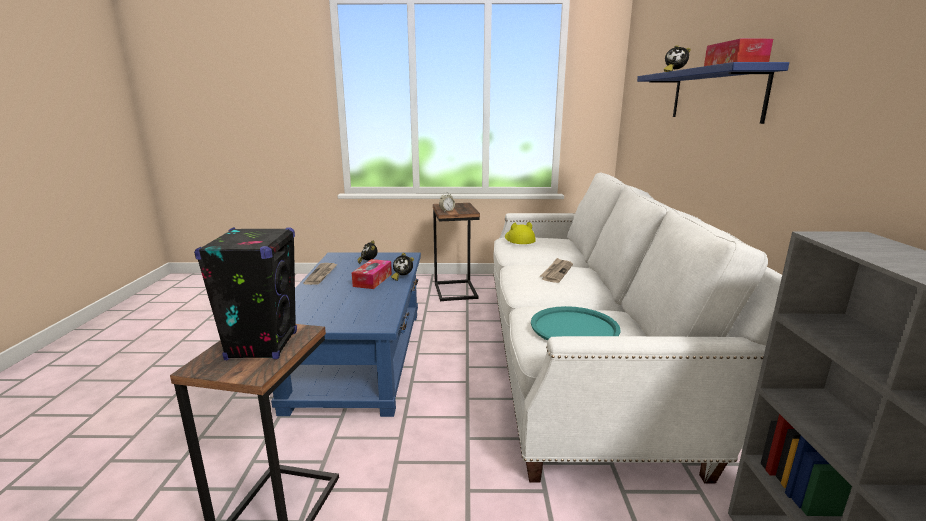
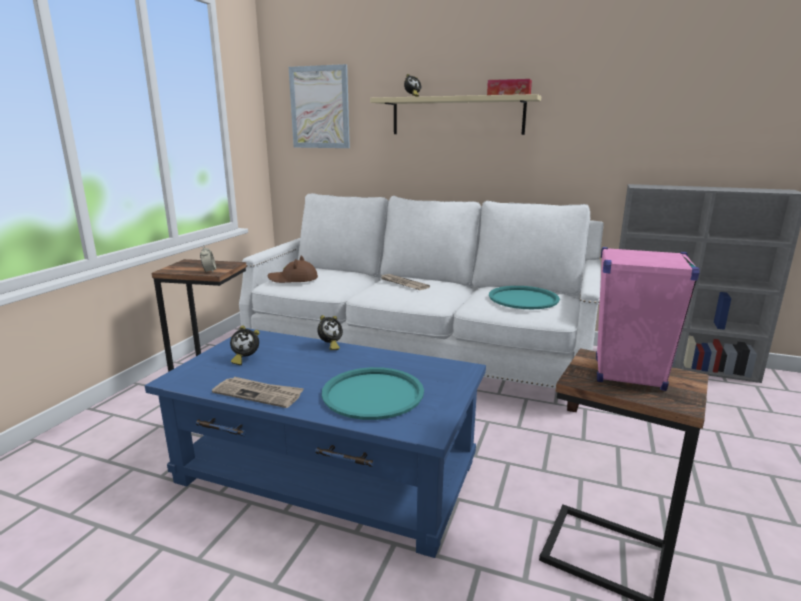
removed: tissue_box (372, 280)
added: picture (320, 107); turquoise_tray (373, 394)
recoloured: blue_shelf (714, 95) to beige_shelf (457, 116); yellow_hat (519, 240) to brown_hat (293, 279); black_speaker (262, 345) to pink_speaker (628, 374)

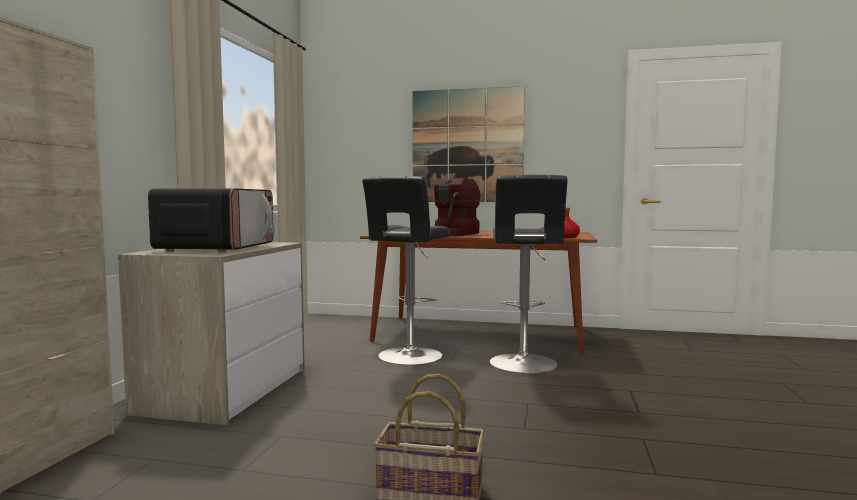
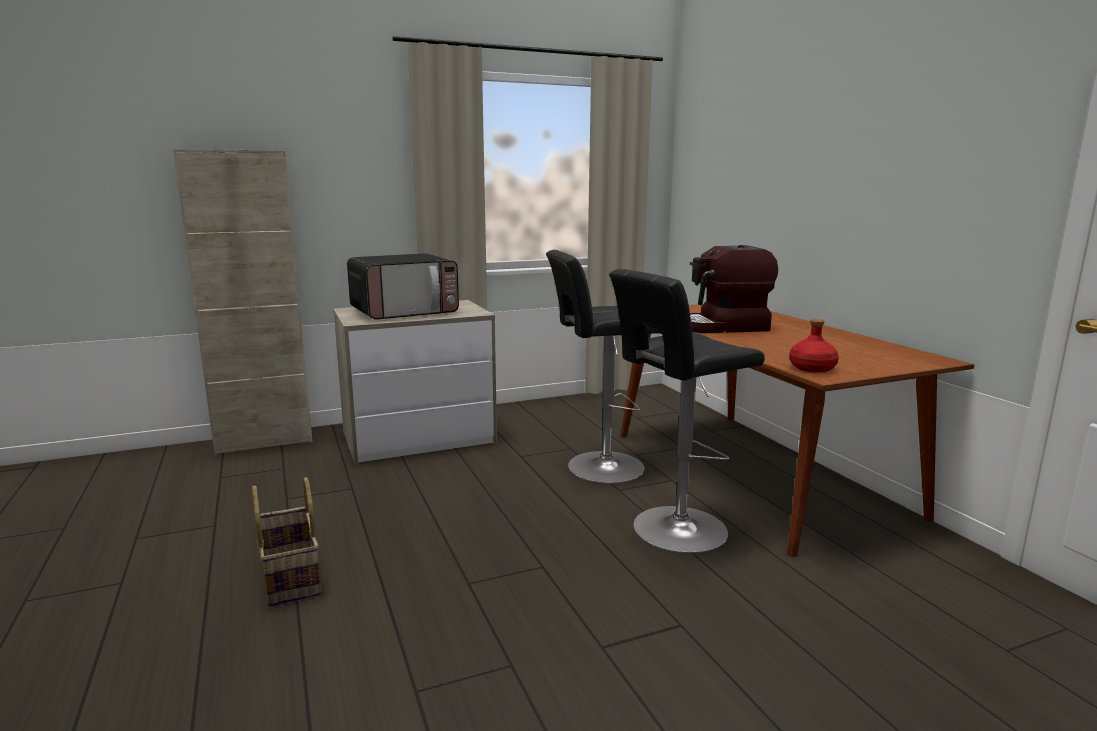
removed: picture (467, 146)

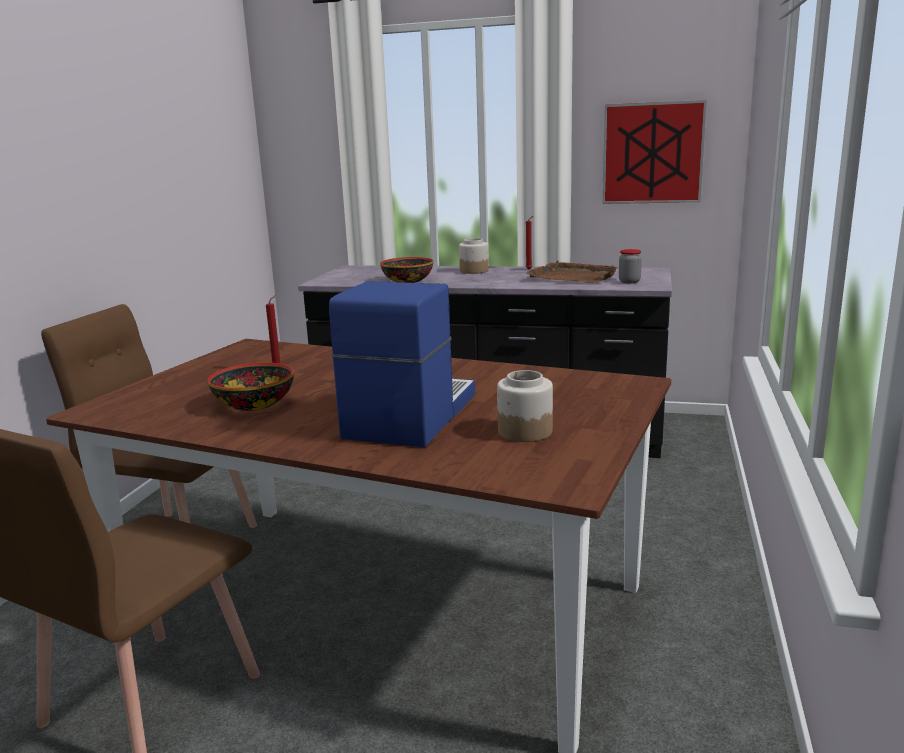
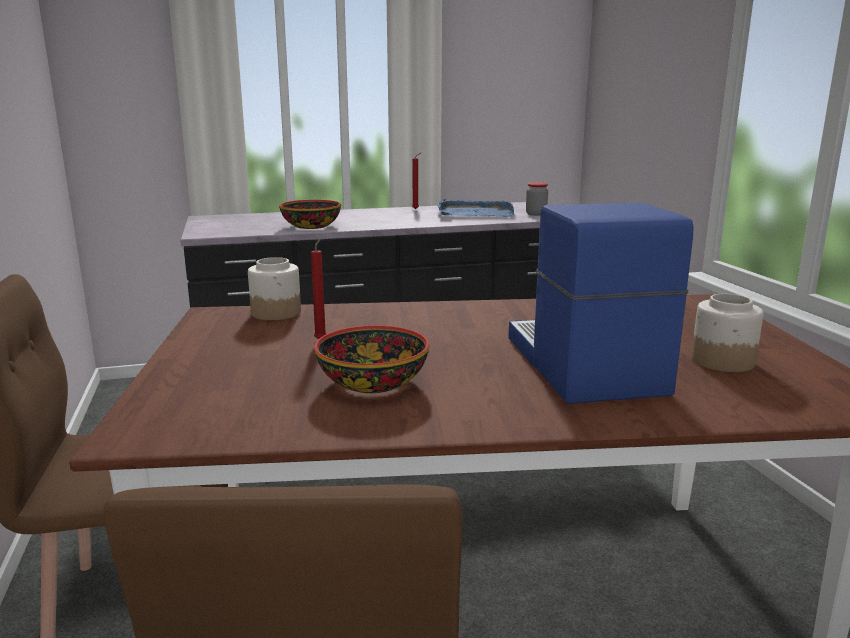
removed: picture (652, 153)
moved: jar (474, 271) to (276, 313)
recoloured: brown_tray (572, 277) to blue_tray (474, 213)

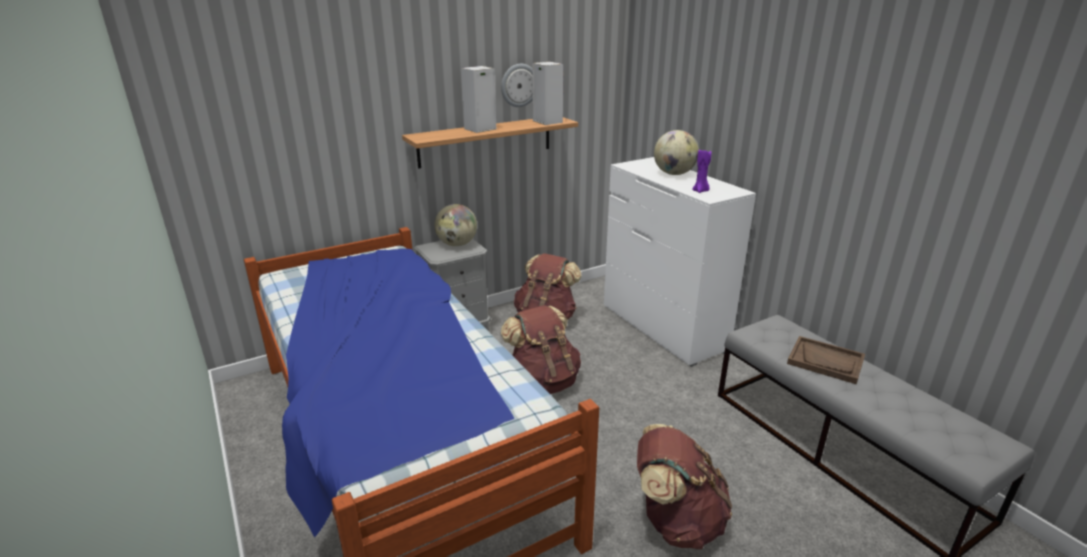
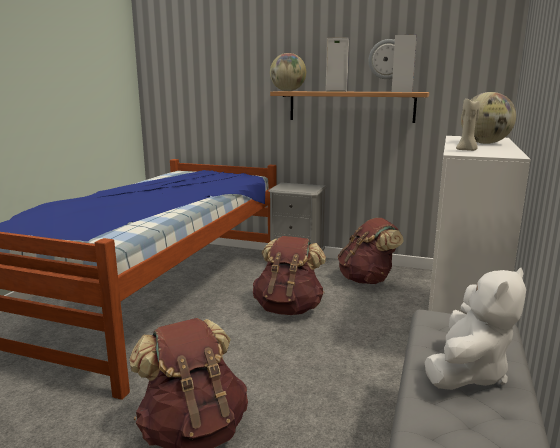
moved: globe (457, 244) to (287, 91)
replaced: brown_tray (825, 361) to white_plush_toy (467, 372)
recoloured: purple_candle (700, 191) to beige_candle (466, 150)

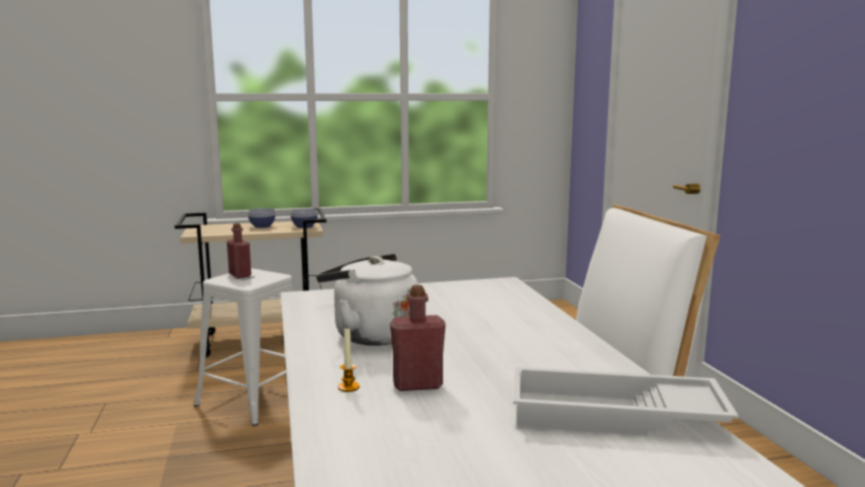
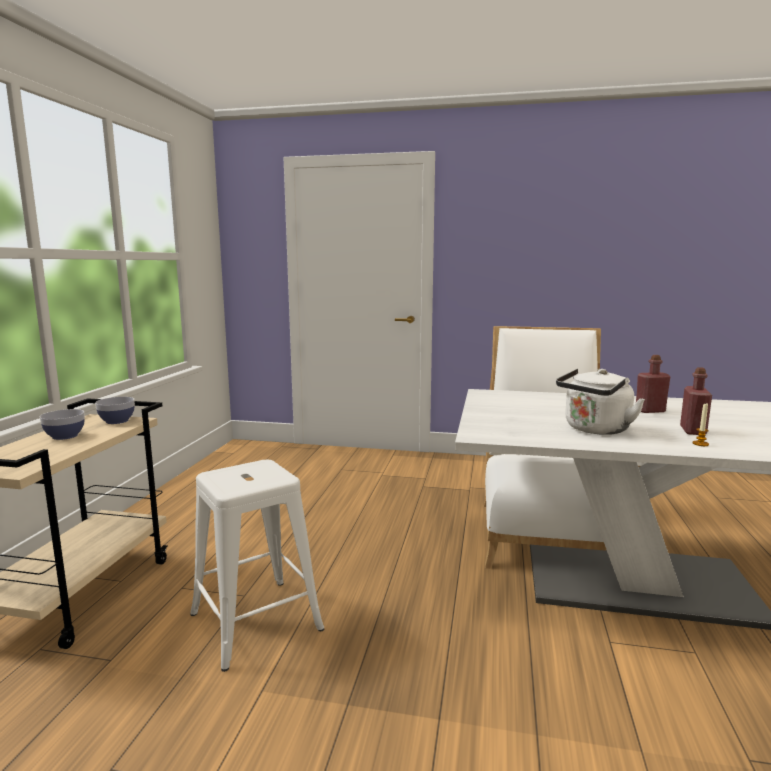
removed: white_tray (614, 416)
moved: red_bottle (240, 275) to (650, 410)

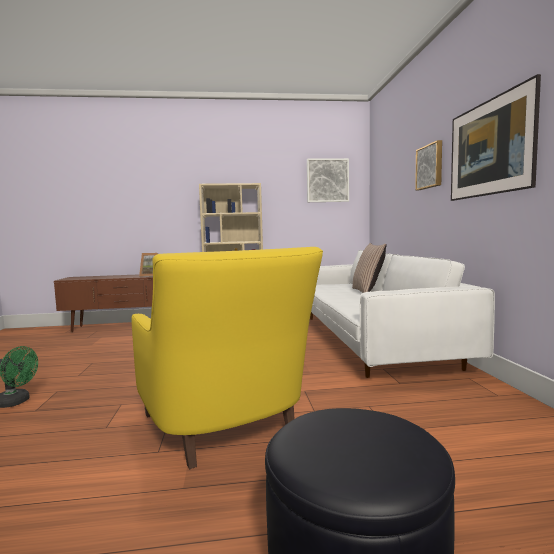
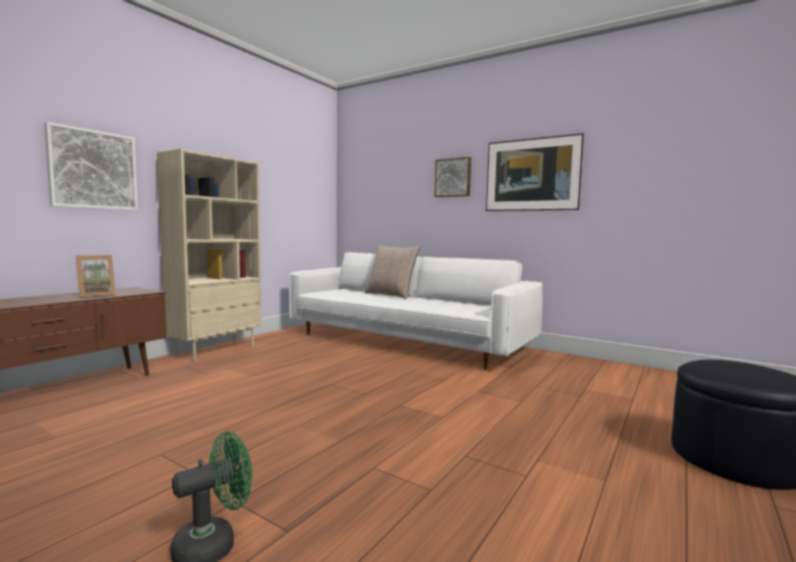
removed: yellow_armchair (227, 429)
moved: picture (327, 180) to (93, 170)

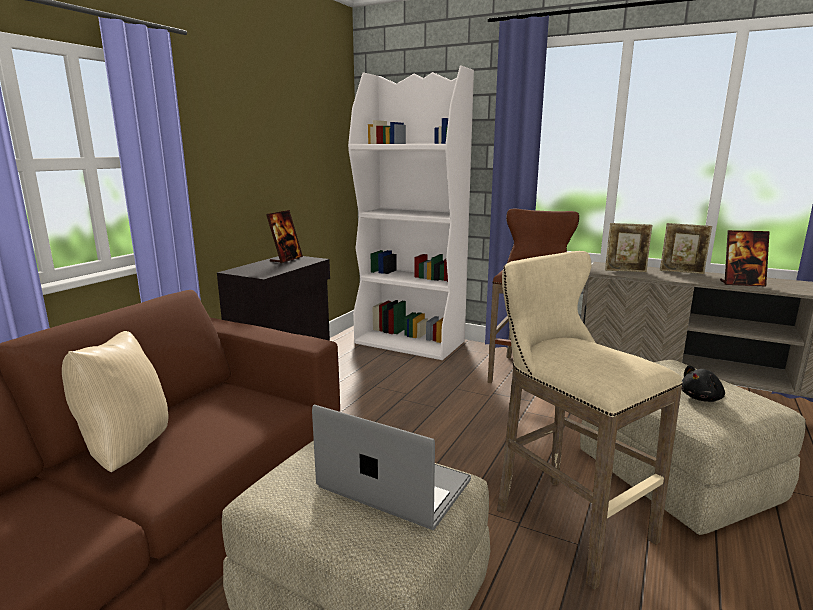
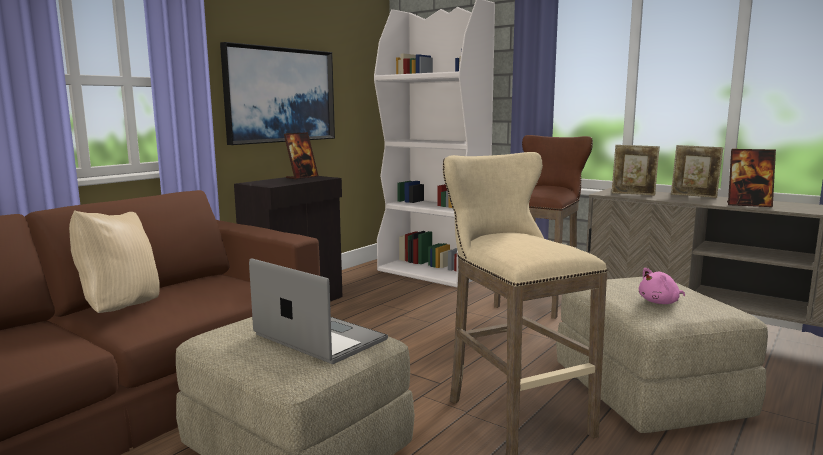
added: picture (280, 95)
recoloured: black_plush_toy (702, 398) to pink_plush_toy (660, 302)

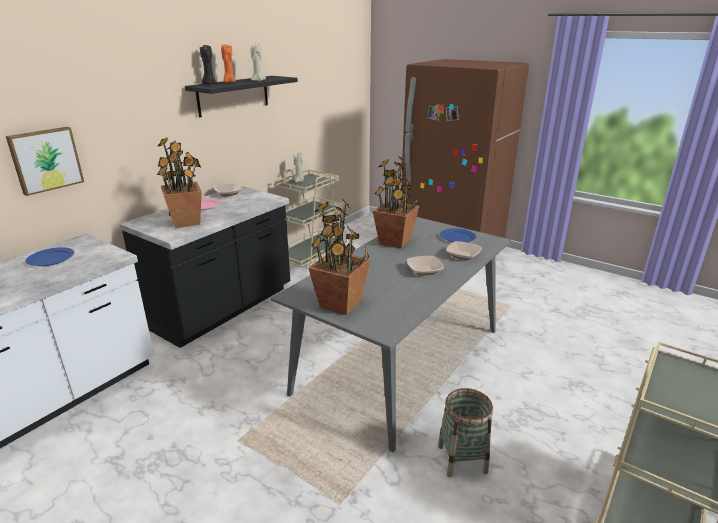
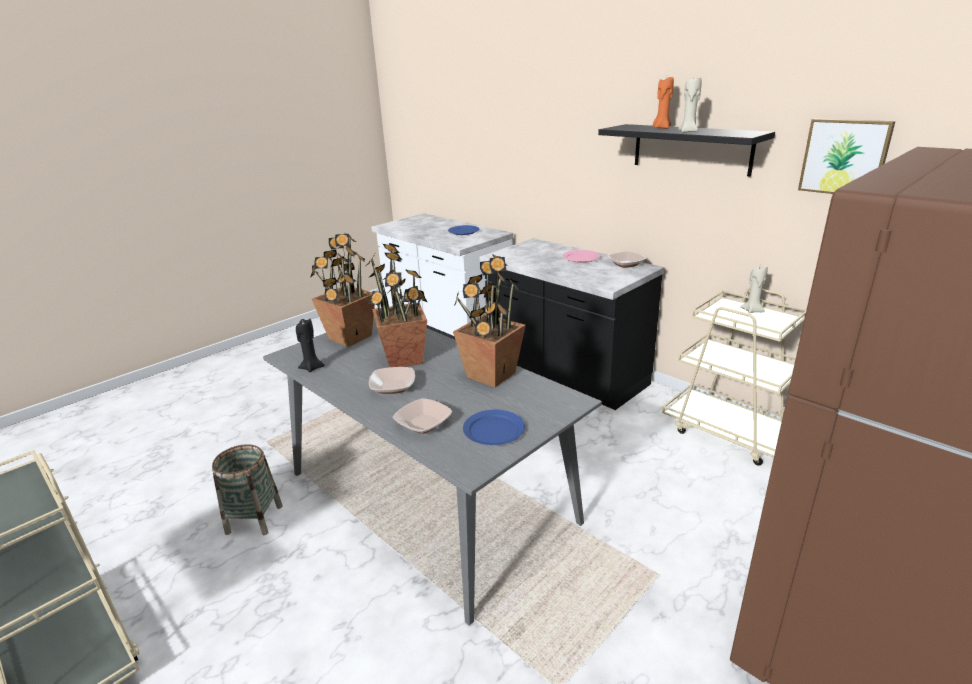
moved: black_candle (209, 84) to (312, 368); picture (45, 160) to (845, 157); potted_plant (186, 222) to (404, 359)

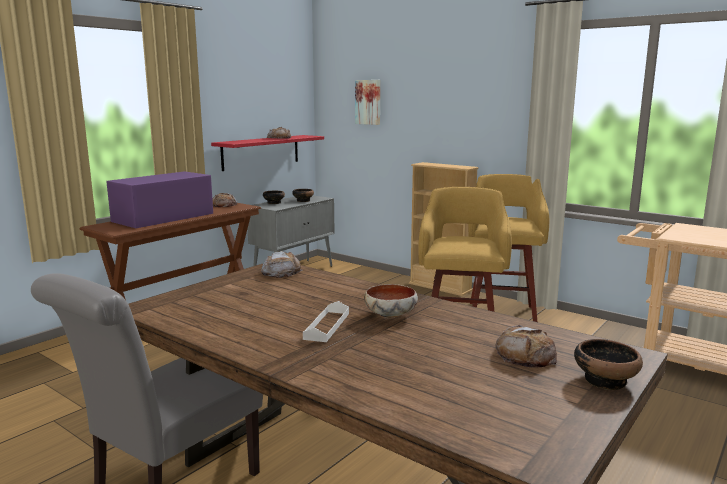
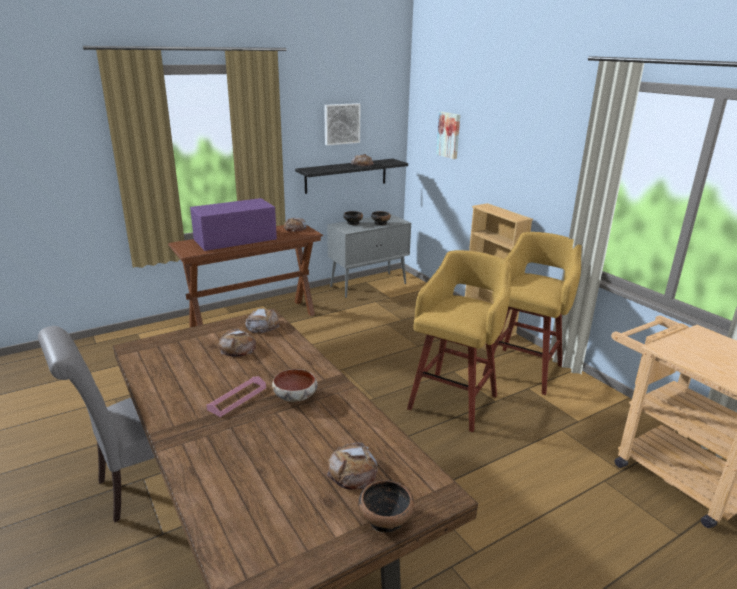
added: picture (341, 124); bread (238, 348)
recoloured: red_shelf (261, 152) to black_shelf (346, 175); white_tray (327, 326) to pink_tray (237, 398)

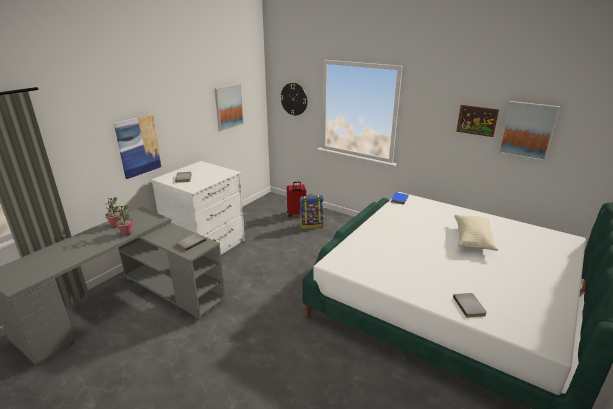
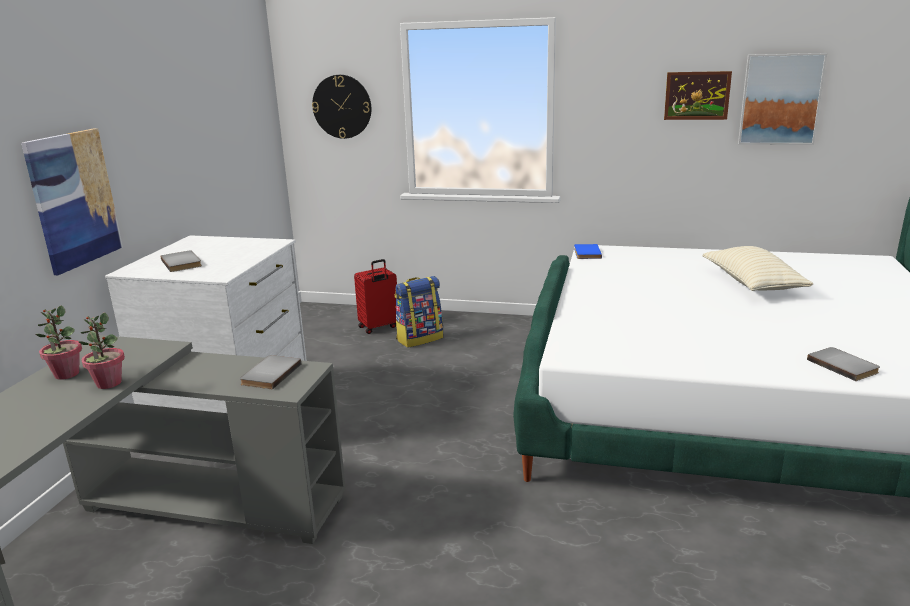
removed: picture (228, 107)

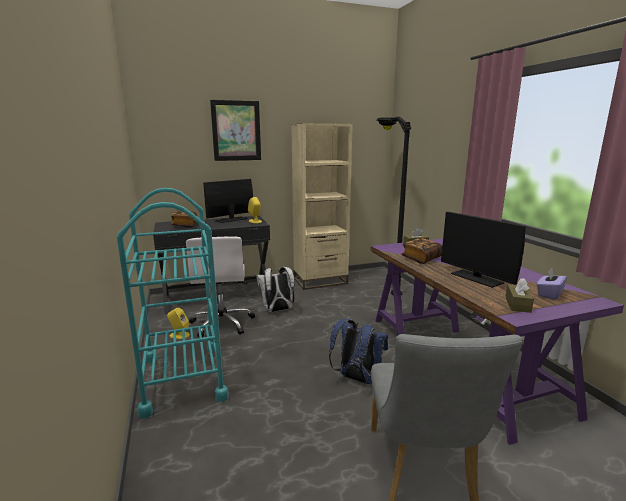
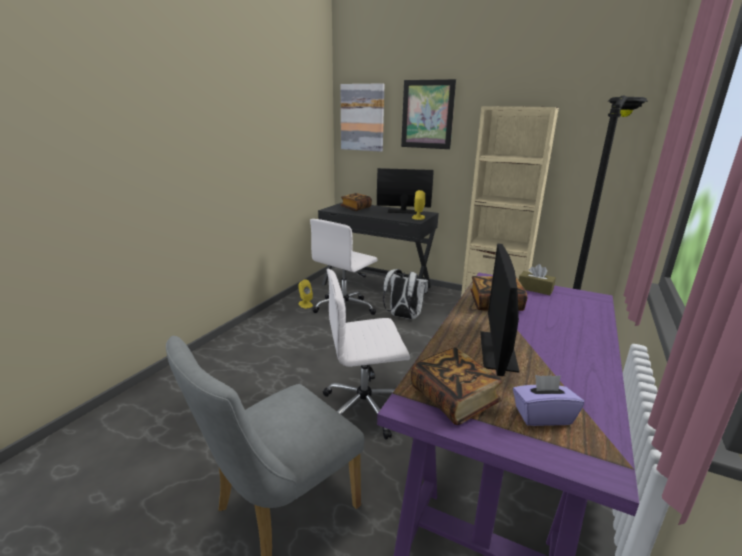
removed: turquoise_cart (183, 377)
added: picture (362, 117)
replaced: brown_tissue_box (517, 304) to book (453, 399); blue_backpack (357, 378) to white_office_chair (365, 408)

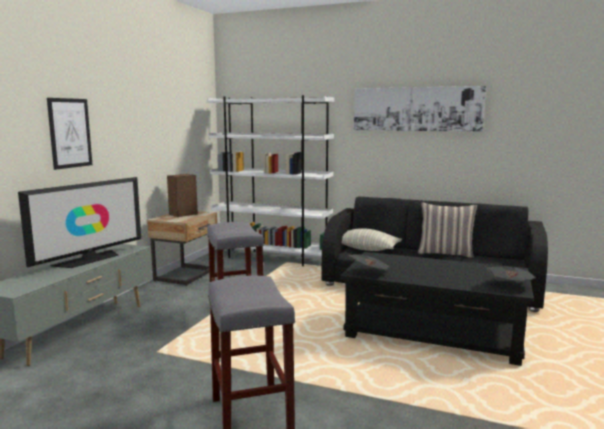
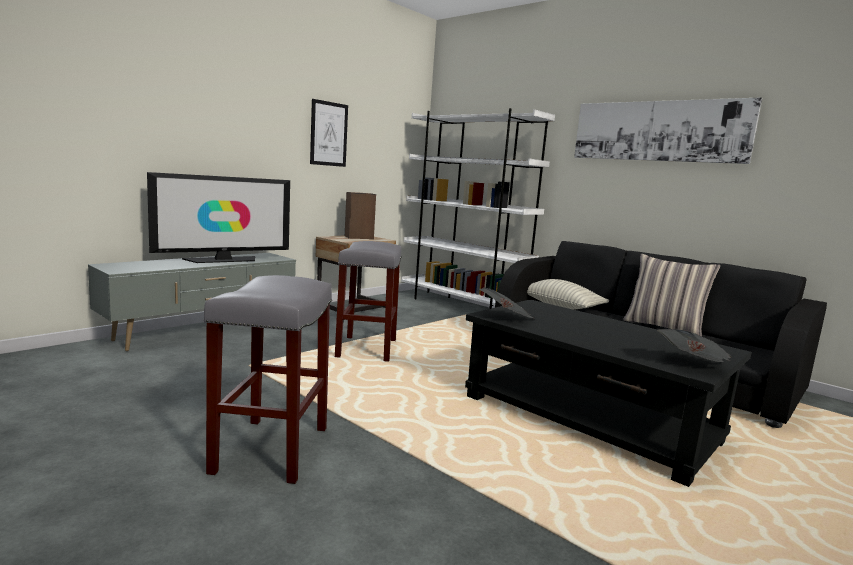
moved: picture (70, 133) to (329, 134)

